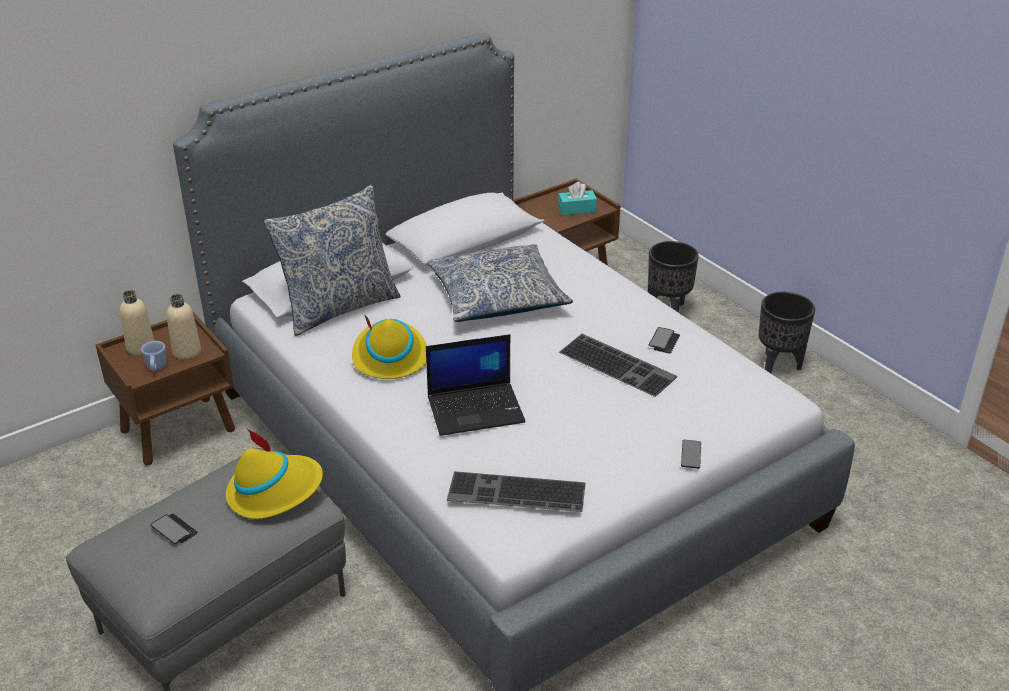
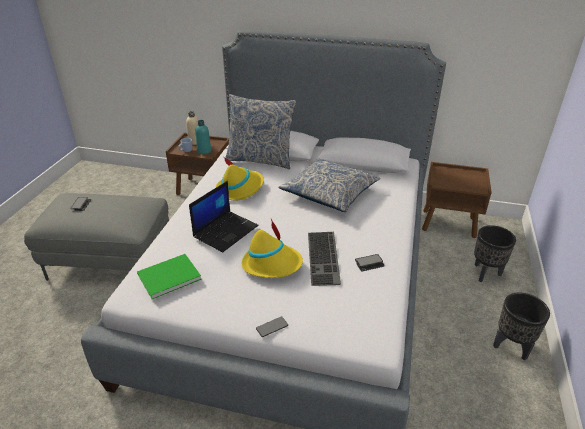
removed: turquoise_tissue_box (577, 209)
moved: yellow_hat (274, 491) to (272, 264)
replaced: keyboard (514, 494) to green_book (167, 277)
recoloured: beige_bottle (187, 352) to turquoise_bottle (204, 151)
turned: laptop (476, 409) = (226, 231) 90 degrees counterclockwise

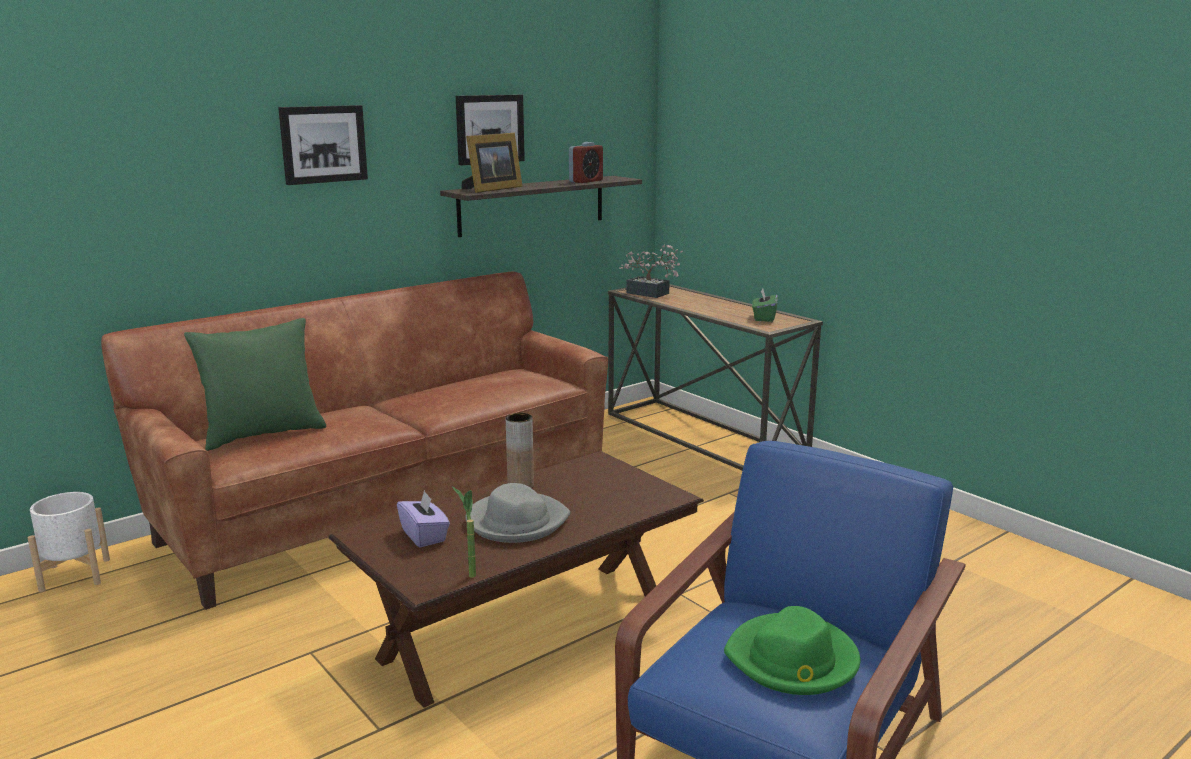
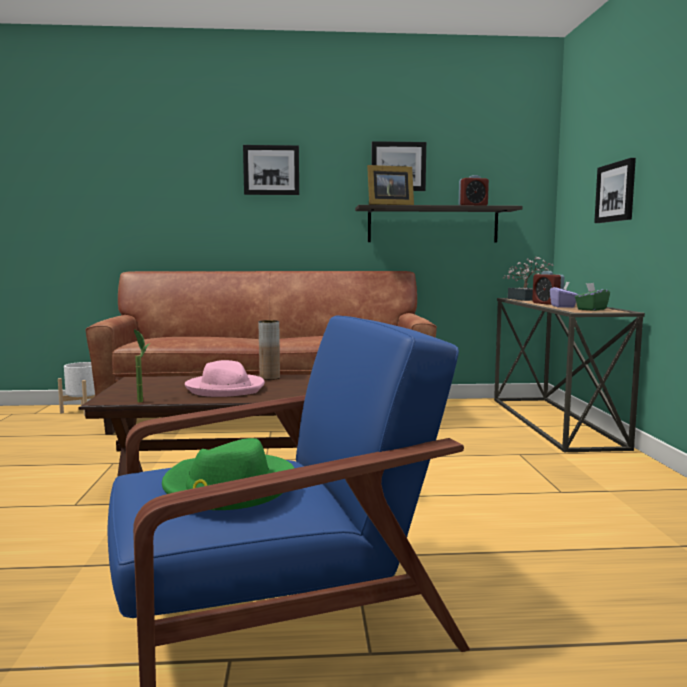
removed: green_pillow (263, 434)
added: picture (616, 192); alarm_clock (547, 303)
moved: purple_tissue_box (424, 536) to (563, 306)
recoloured: grey_hat (516, 521) to pink_hat (226, 389)

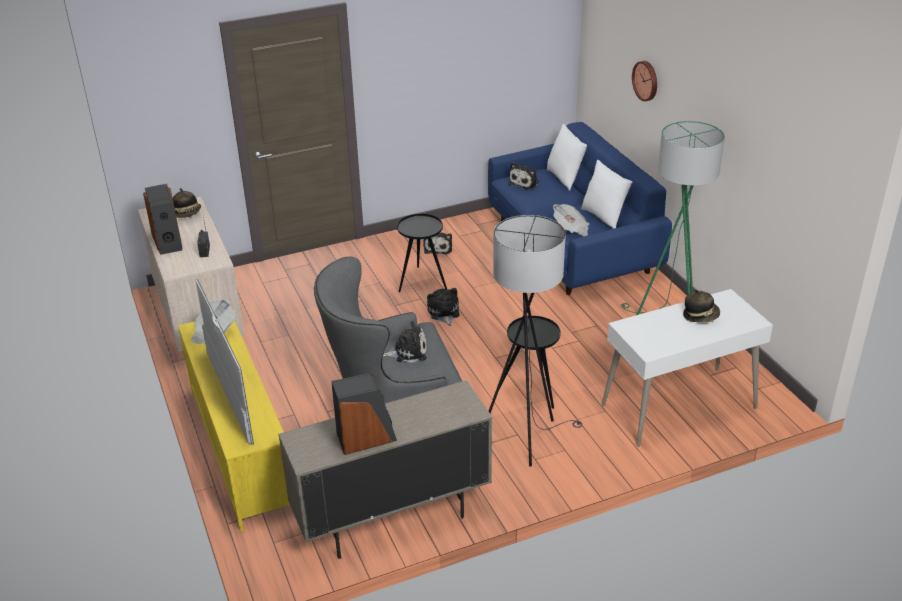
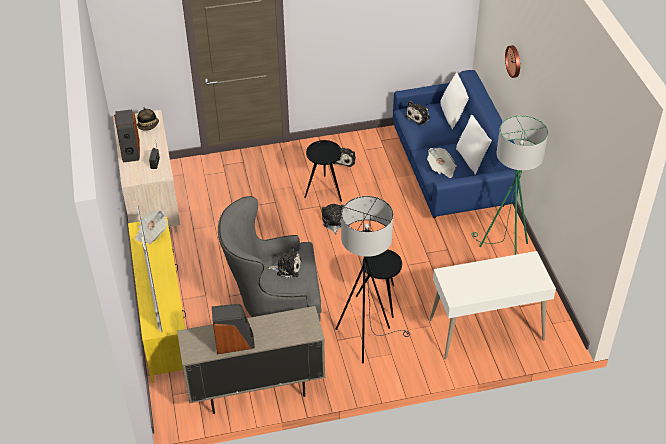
removed: hat (700, 316)

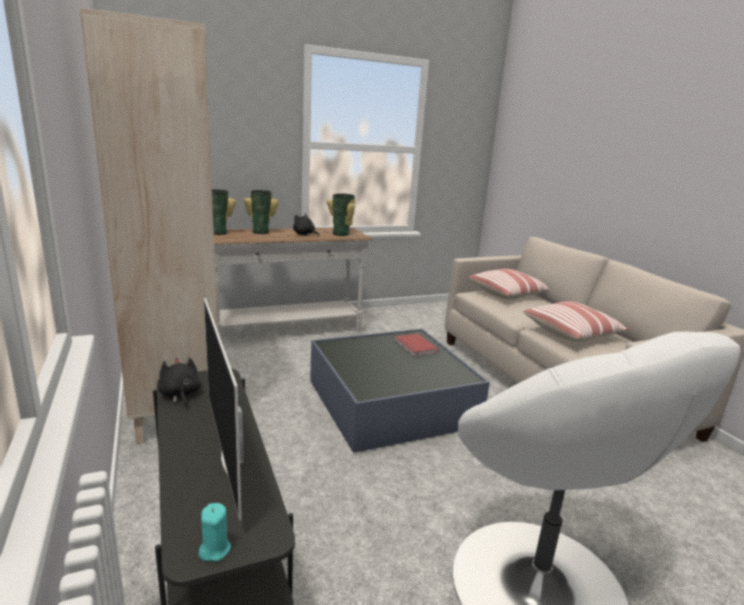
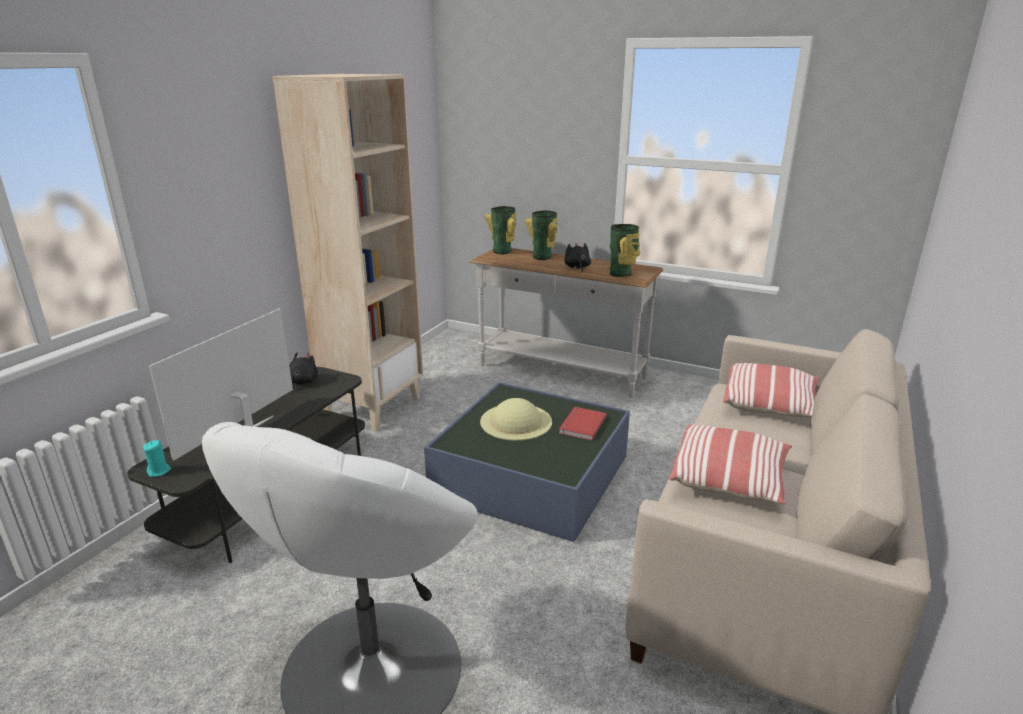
added: beige_hat (516, 421)

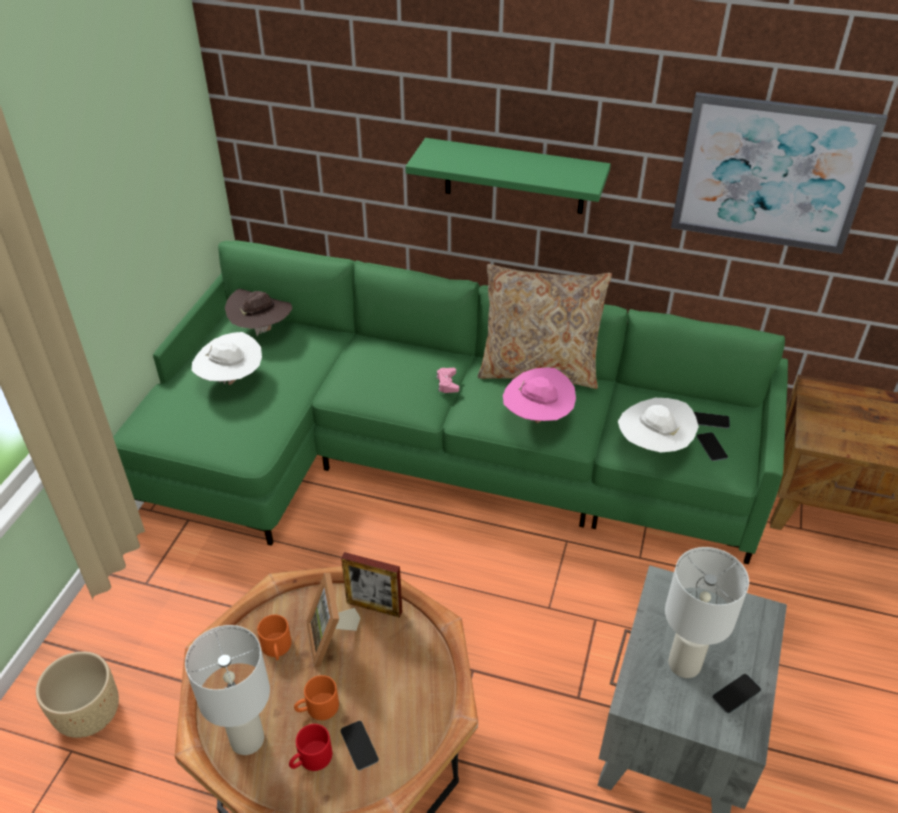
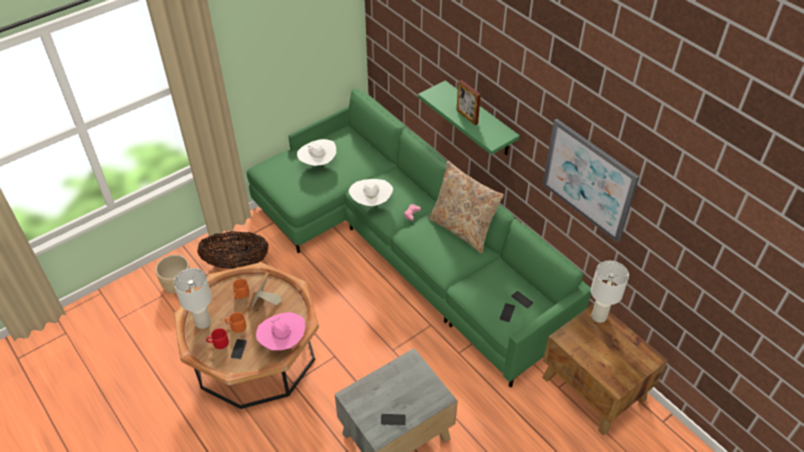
removed: brown_hat (262, 329)
added: basket (236, 263)
moved: pink_hat (537, 418) to (283, 341); white_hat (652, 447) to (371, 202); white_table_lamp (685, 664) to (599, 316); picture_frame (374, 607) to (467, 117)

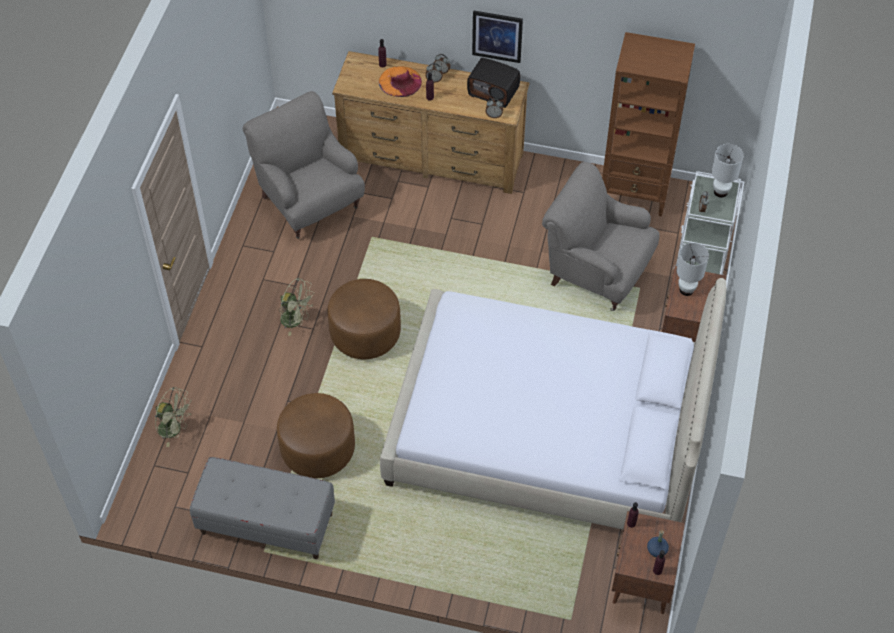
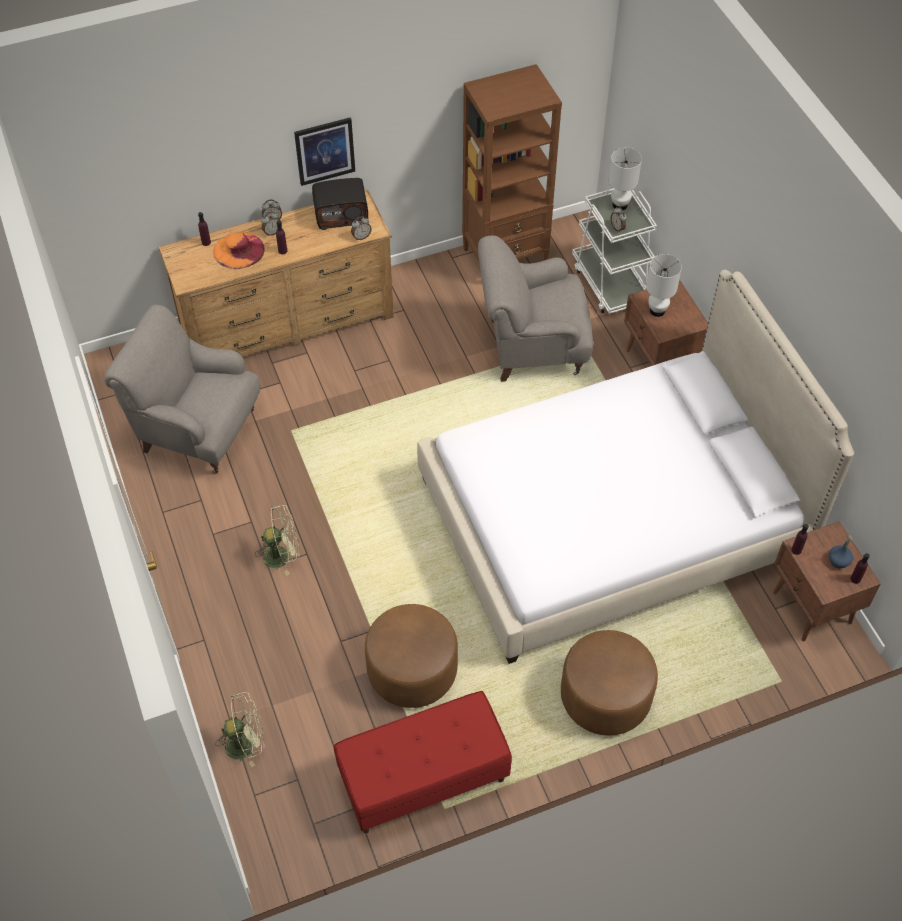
moved: brown_ottoman (365, 333) to (605, 697)
recoloured: grey_bench (266, 524) to red_bench (423, 779)

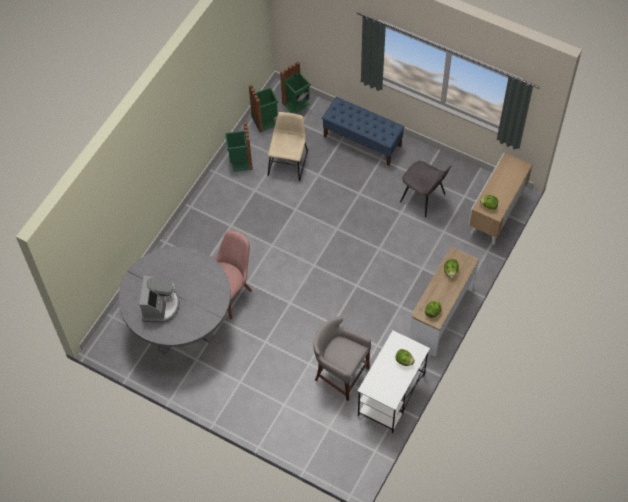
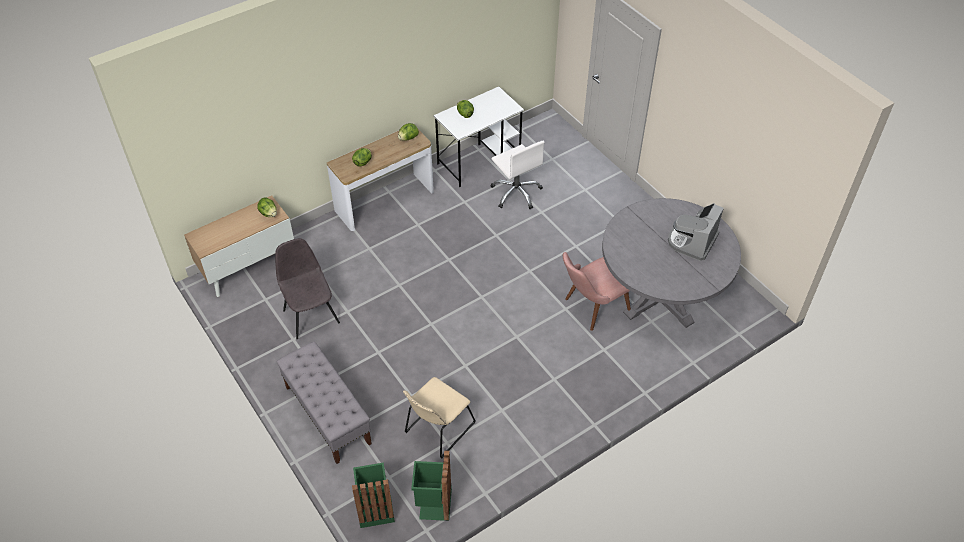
removed: green_trash_can (240, 162)
replaced: grey_stool (340, 374) to white_office_chair (516, 193)
recoloured: blue_bench (362, 141) to grey_bench (327, 415)

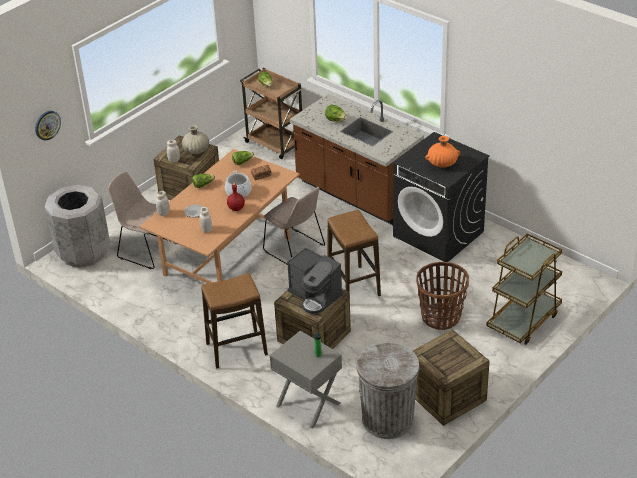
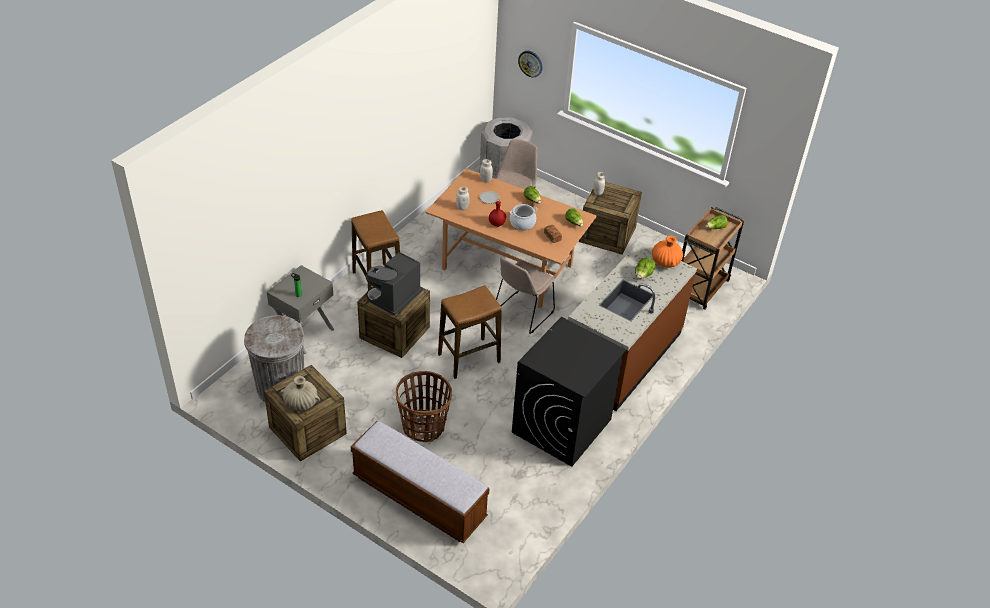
moved: beige_vase (196, 150) to (301, 403); orange_vase (442, 163) to (665, 262)
replaced: brown_cart (523, 320) to bench (419, 497)

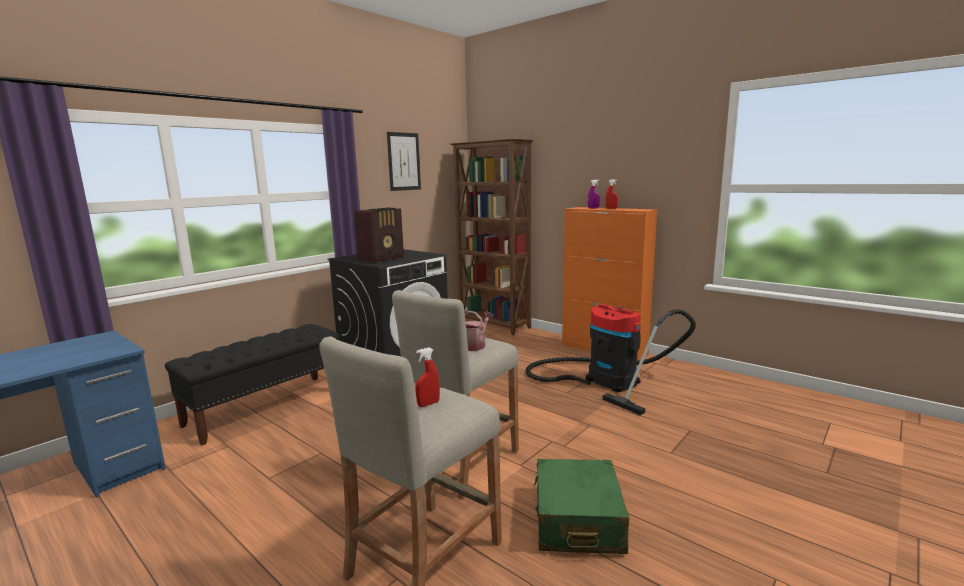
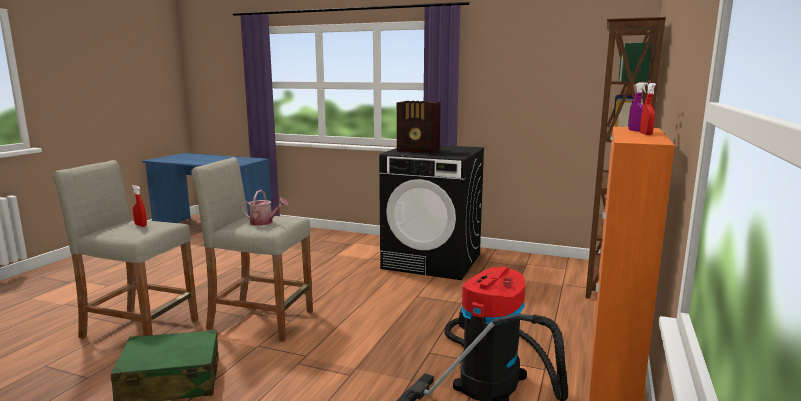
removed: picture (404, 161); black_bench (266, 407)

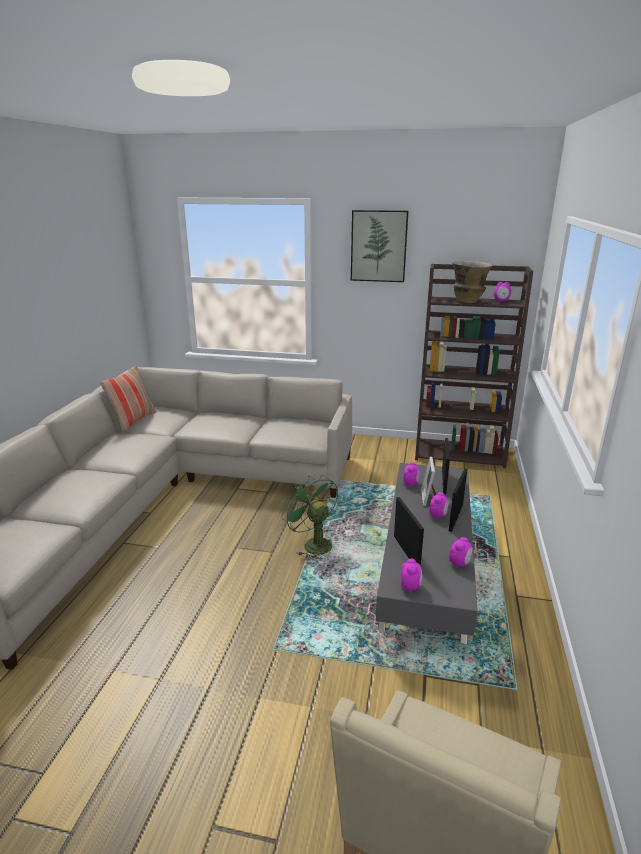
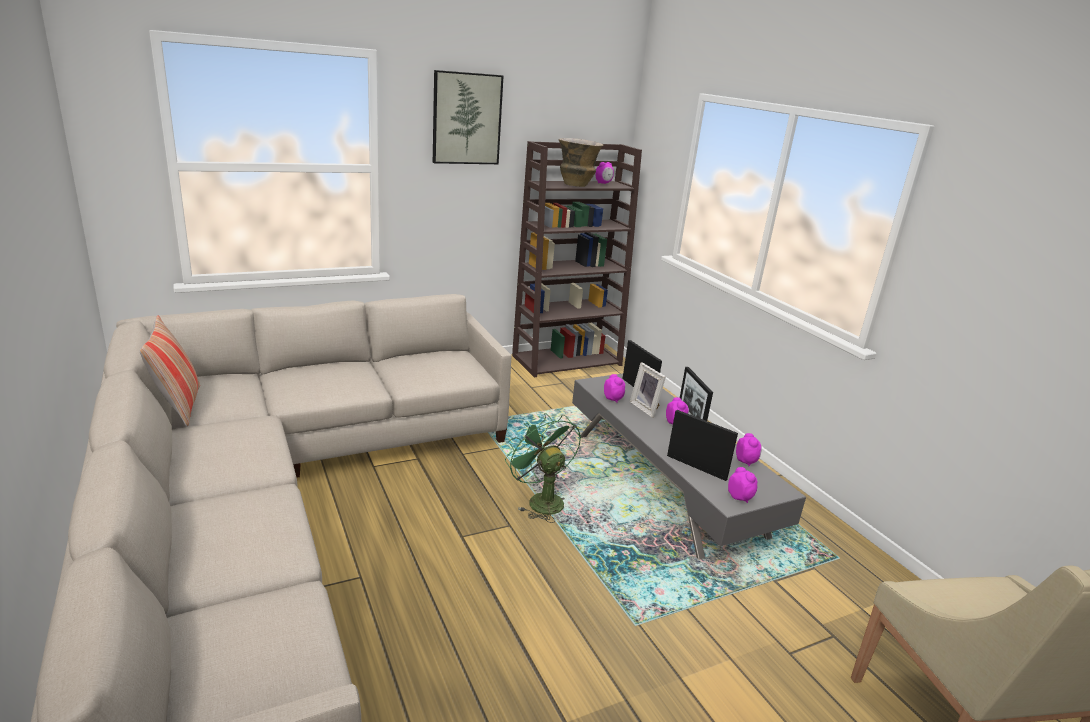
turned: green_fan (312, 544) = (540, 500) 45 degrees clockwise

